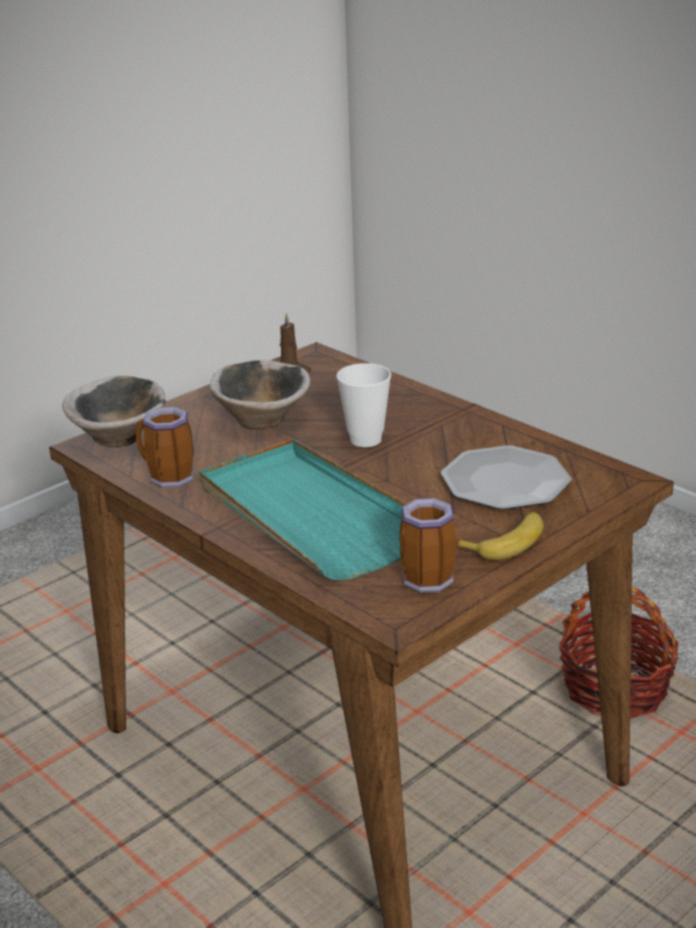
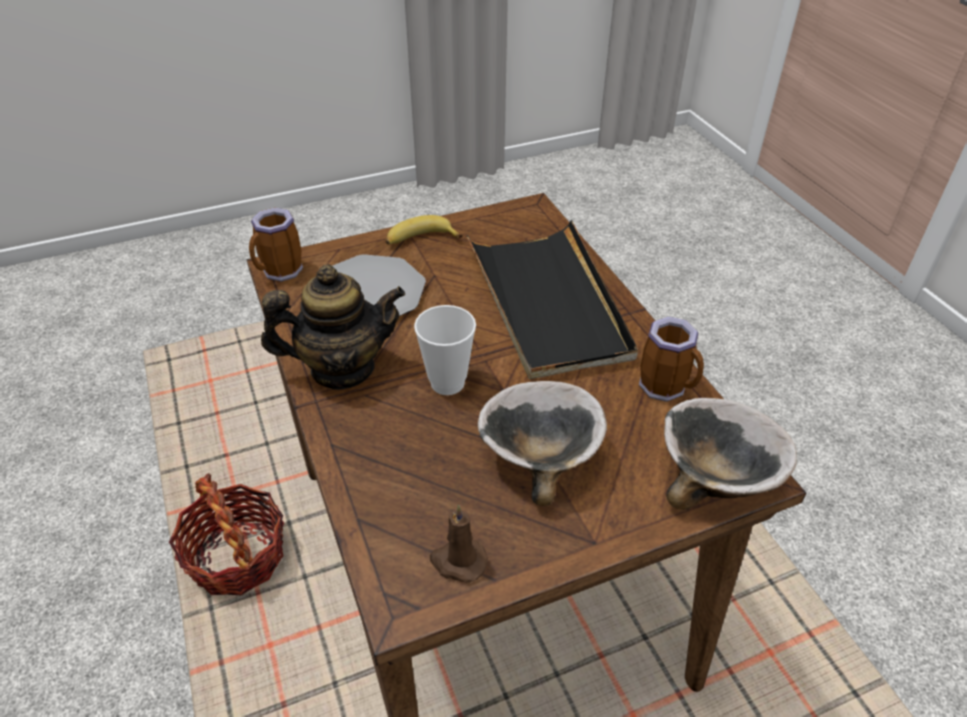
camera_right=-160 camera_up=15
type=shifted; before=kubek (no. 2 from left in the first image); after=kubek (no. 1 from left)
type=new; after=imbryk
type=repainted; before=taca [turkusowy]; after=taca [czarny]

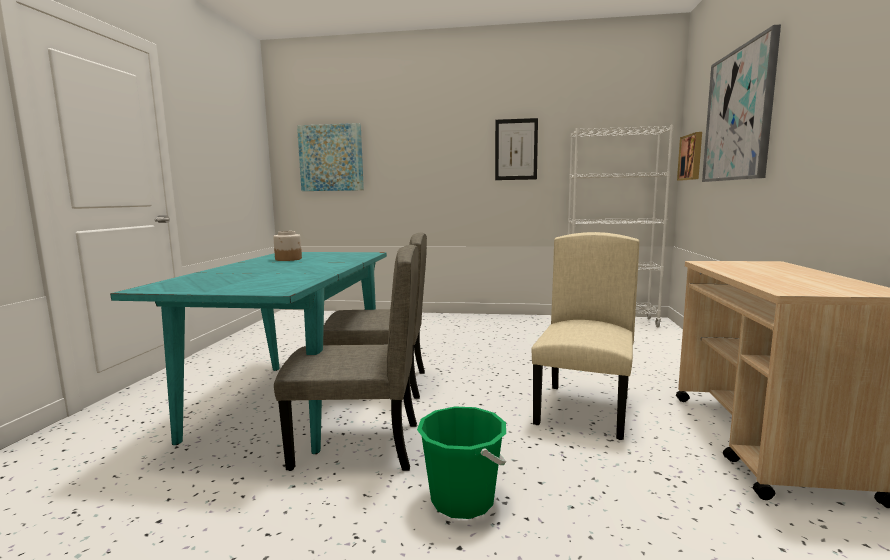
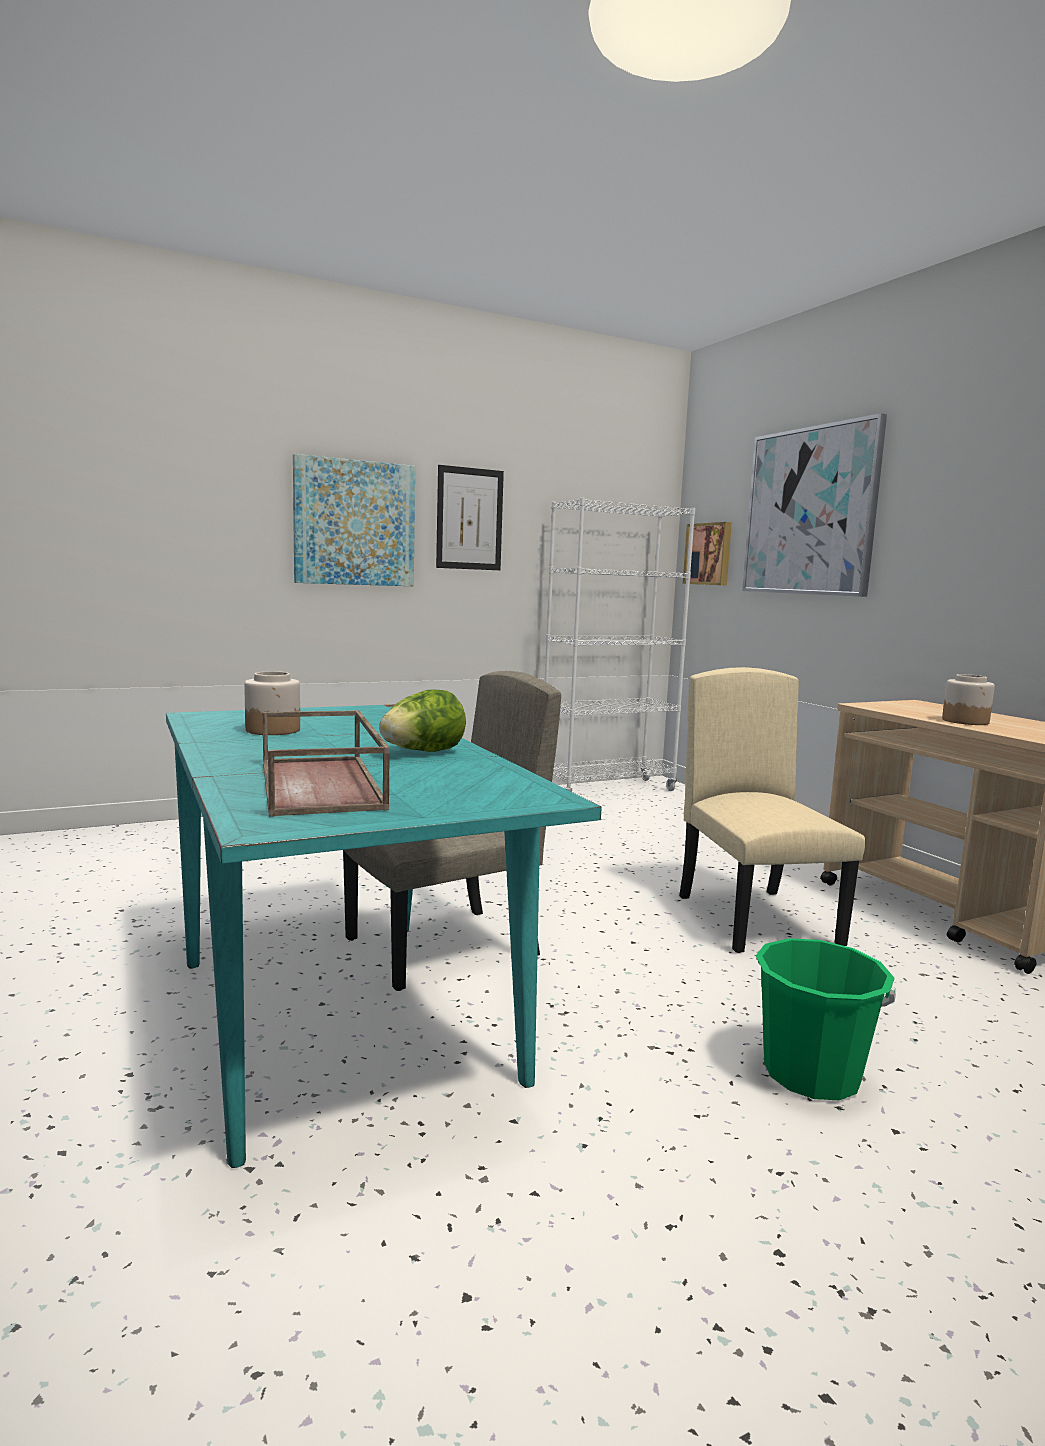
camera_right=-35 camera_up=0
type=new; after=taca [brązowy]
type=shifted; before=obraz (no. 1 from left)
type=new; after=sałata
type=new; after=słoik (no. 2 from left)
type=gone; before=krzesło [beżowy] (no. 1 from left)

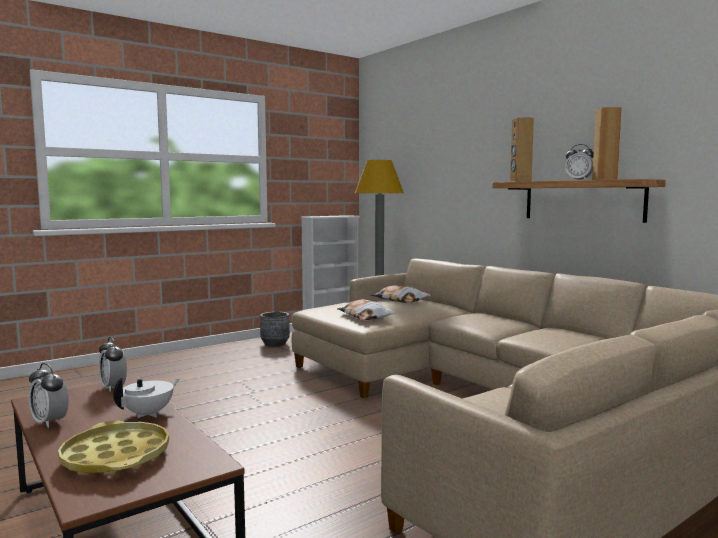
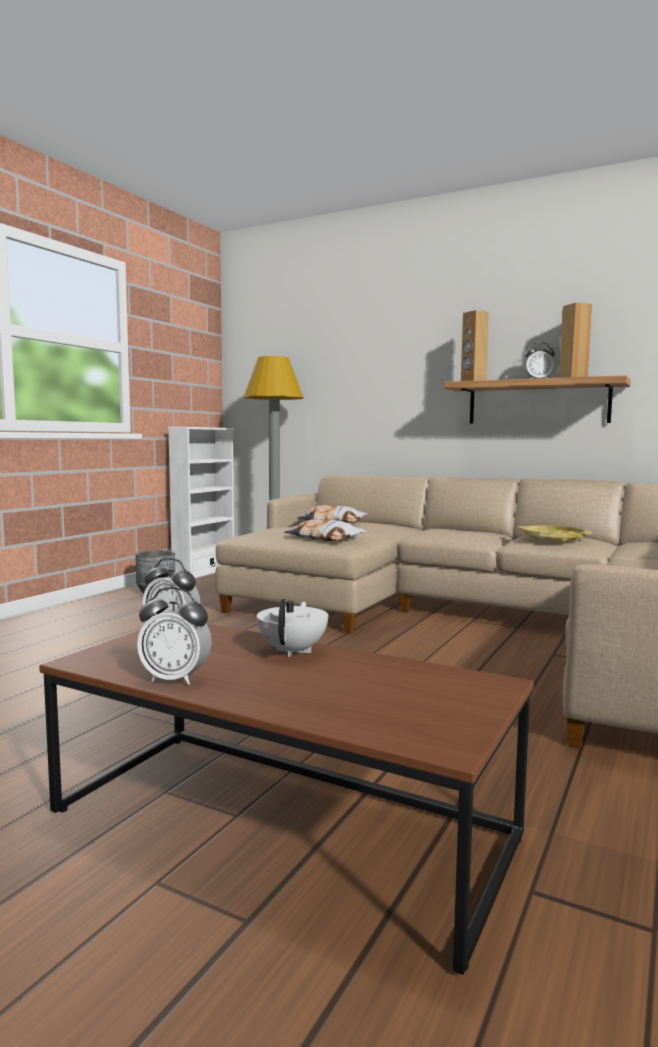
camera_right=-25 camera_up=0
type=shifted; before=taca [żółty]

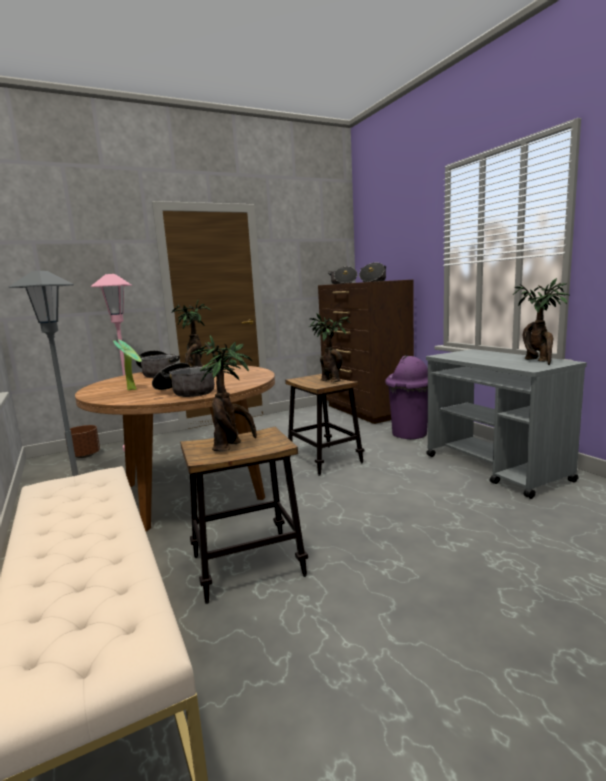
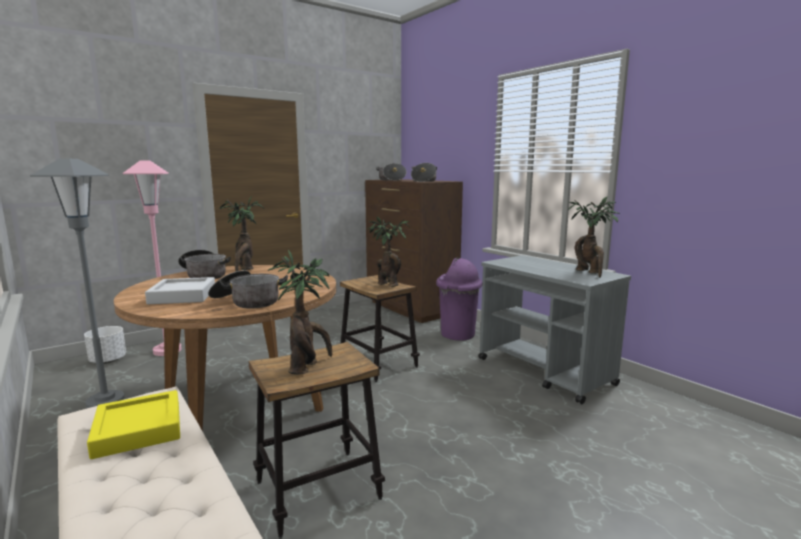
camera_right=-10 camera_up=0
type=repainted; before=donica [brązowy]; after=donica [biały]
type=new; after=taca [żółty]
type=swapped; before=roślina doniczkowa (no. 1 from left); after=taca [szary]

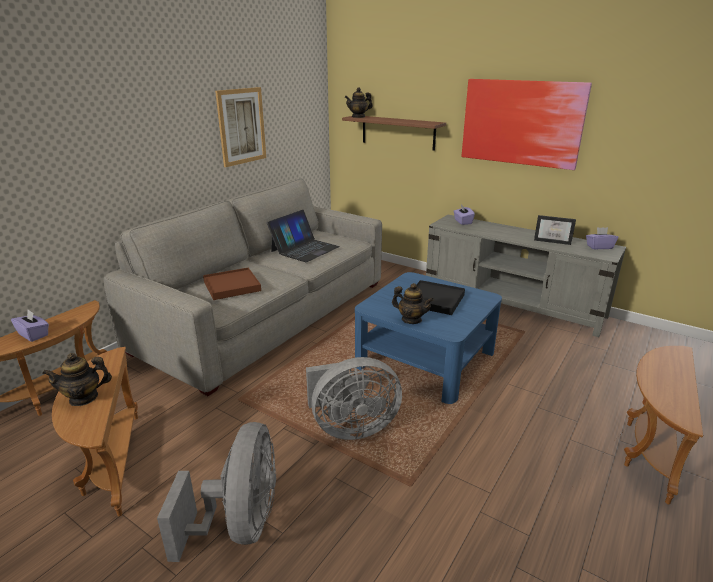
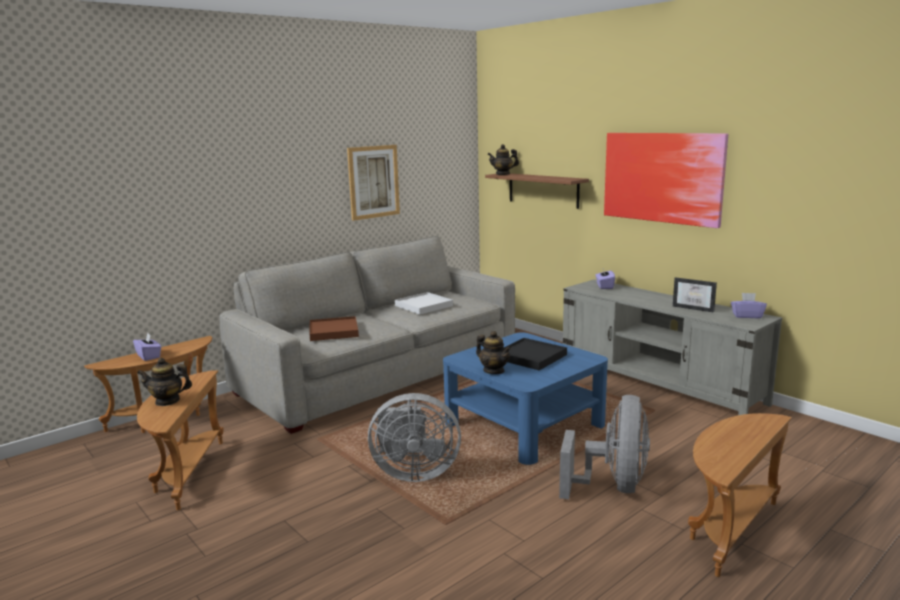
camera_right=15 camera_up=-10
type=swapped; before=laptop; after=taca [biały]
type=shifted; before=wentylator [szary] (no. 1 from left in the first image); after=wentylator [szary] (no. 2 from left)

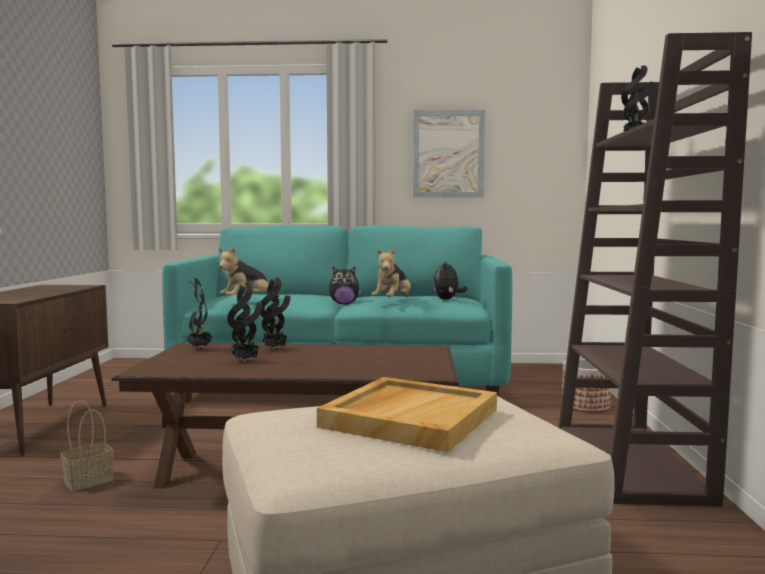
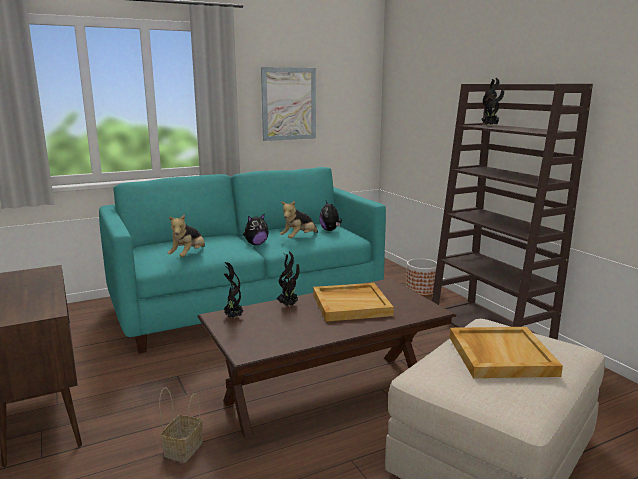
camera_right=-30 camera_up=10
type=rotated; before=pluszak (no. 3 from left); turn=45
type=new; after=taca [beżowy] (no. 1 from left)
type=gone; before=roślina doniczkowa (no. 2 from left)

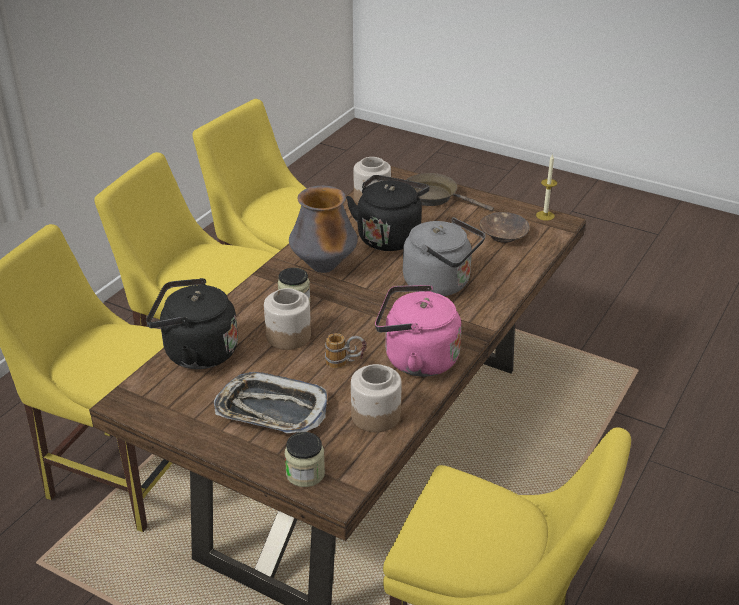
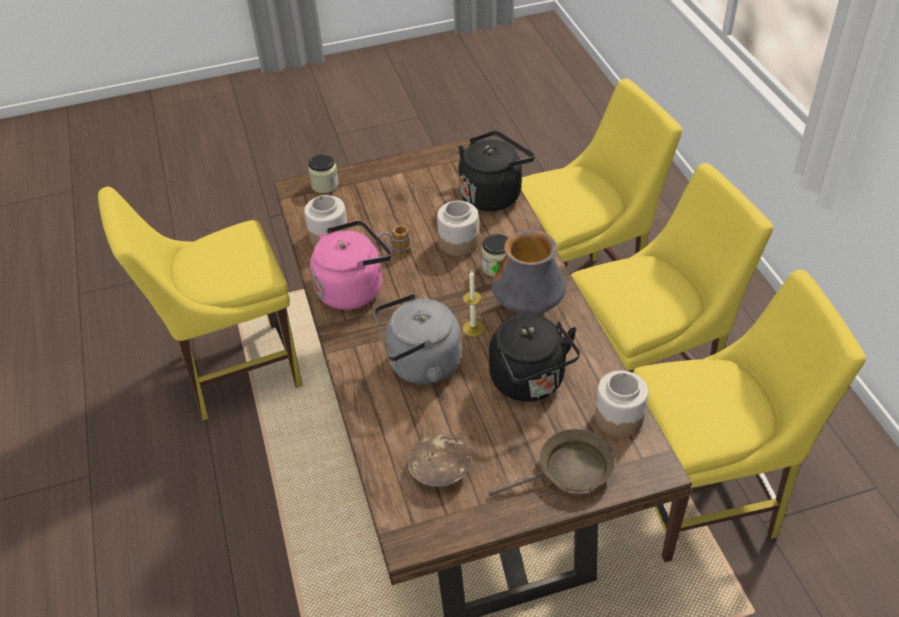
camera_right=135 camera_up=10
type=shifted; before=świeca
type=gone; before=taca

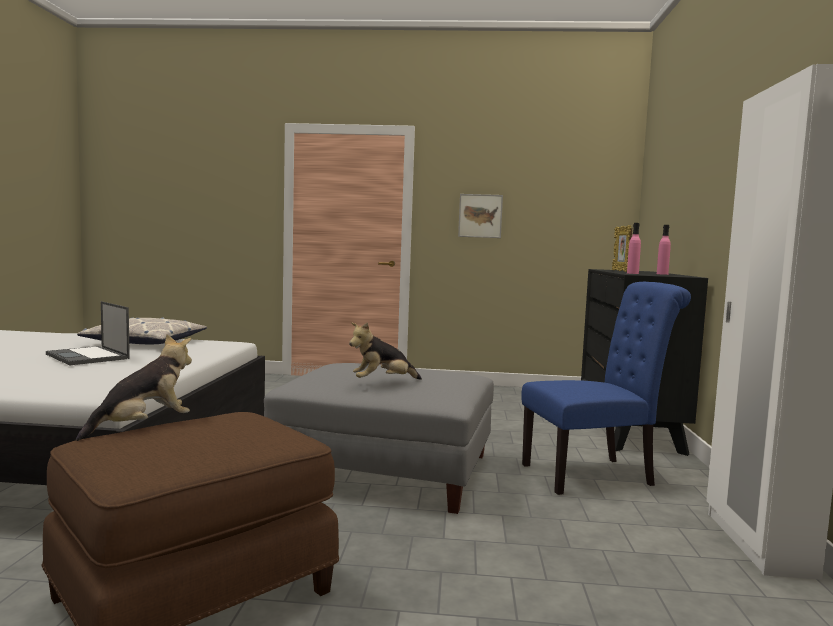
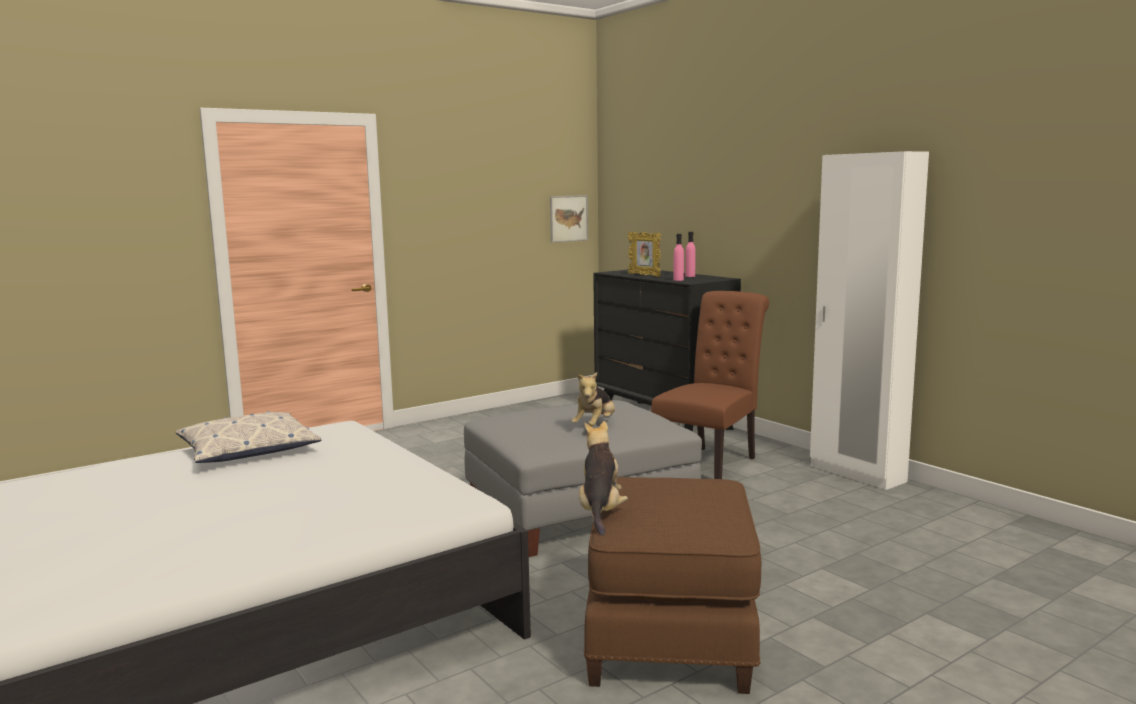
camera_right=-40 camera_up=5
type=shifted; before=obraz
type=repainted; before=krzesło [niebieski]; after=krzesło [brązowy]
type=gone; before=laptop

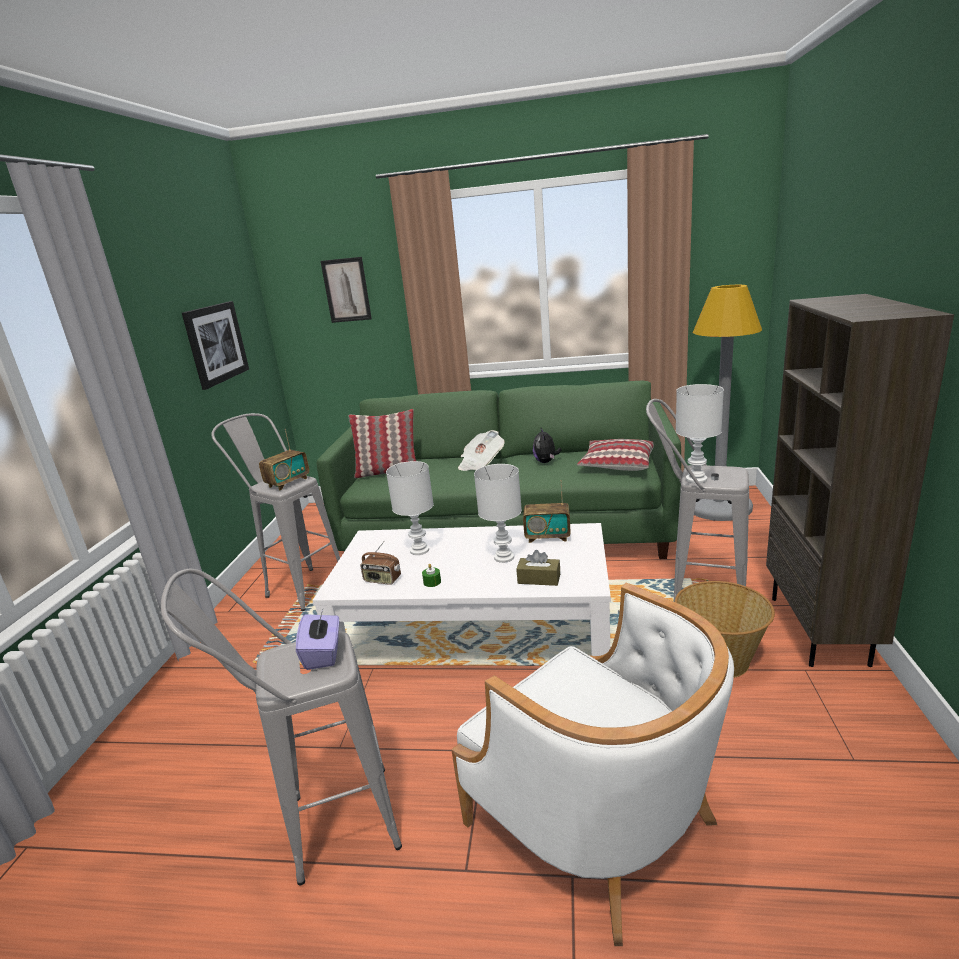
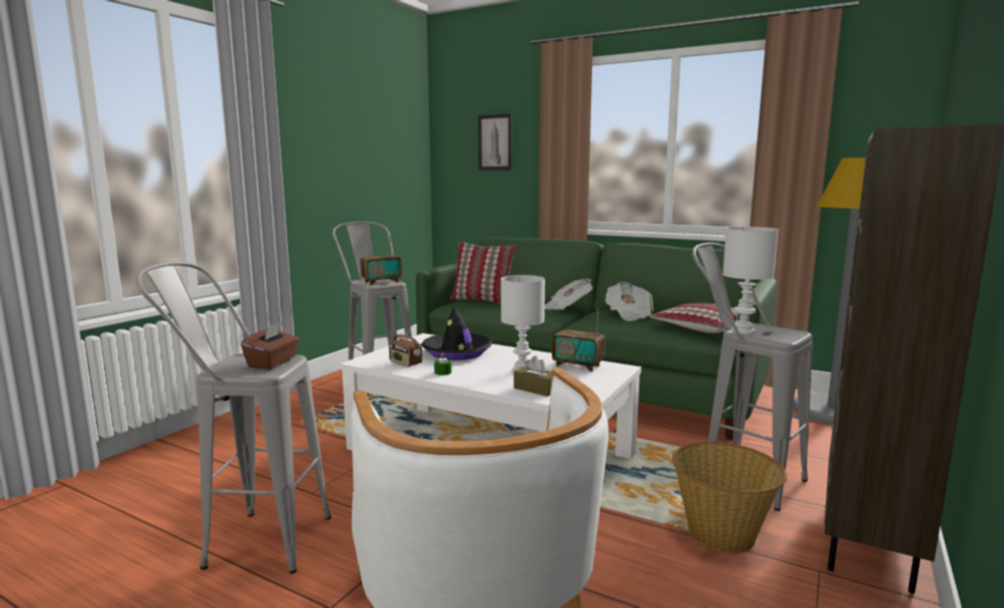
camera_right=20 camera_up=-10
type=repainted; before=pudełko chusteczek [fioletowy]; after=pudełko chusteczek [brązowy] (no. 1 from left)
type=swapped; before=lampa stołowa [biały] (no. 1 from left); after=kapelusz [czarny]
type=swapped; before=pluszak; after=gazeta (no. 2 from left)
type=gone; before=obraz (no. 1 from left)

